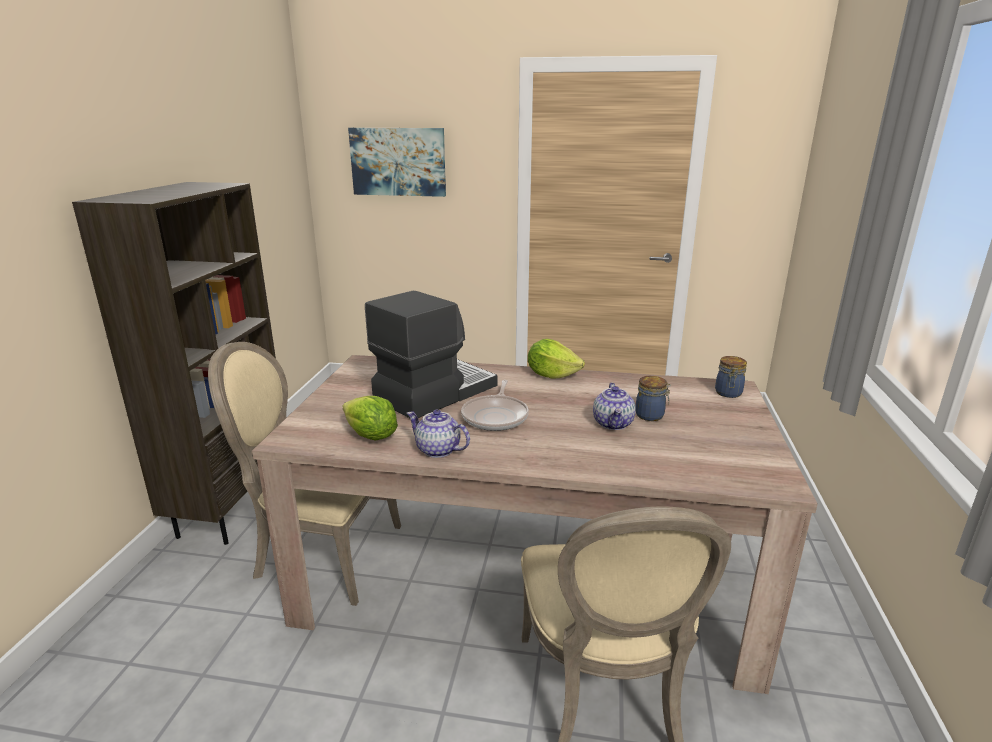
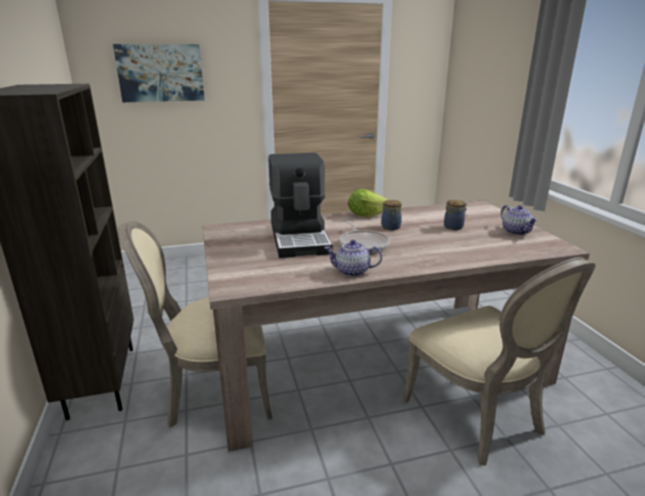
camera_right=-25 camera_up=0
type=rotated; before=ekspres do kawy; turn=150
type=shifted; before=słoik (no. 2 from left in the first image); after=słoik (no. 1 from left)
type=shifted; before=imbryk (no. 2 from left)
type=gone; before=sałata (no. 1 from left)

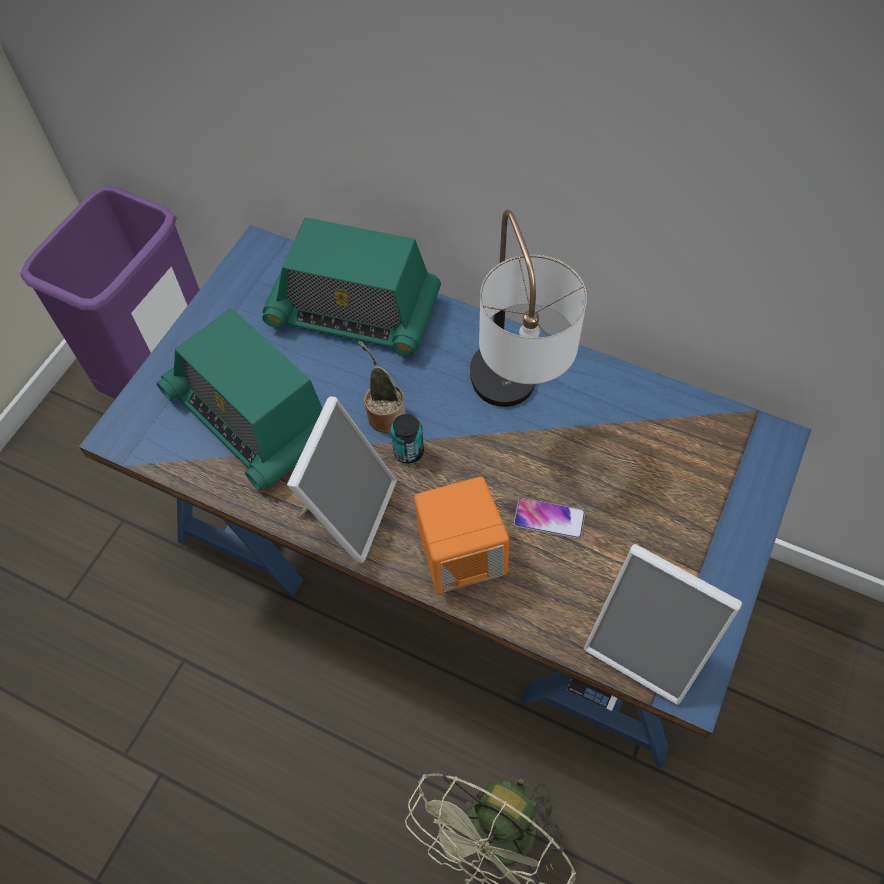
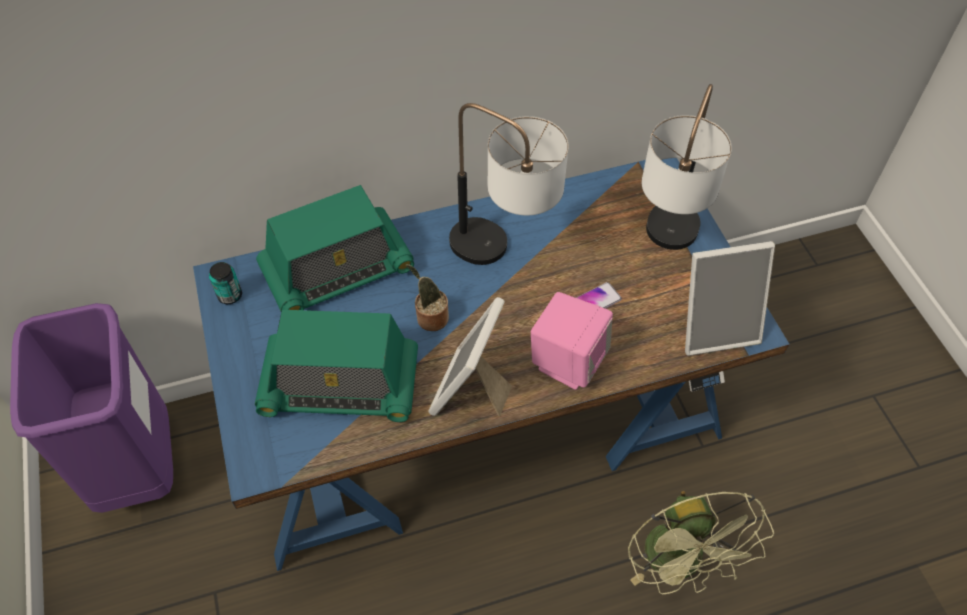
camera_right=-45 camera_up=-5
type=shifted; before=puszka
type=rotated; before=ramka na zdjęcie (no. 1 from left); turn=-135
type=repainted; before=głośnik [pomarańczowy]; after=głośnik [różowy]
type=new; after=lampa stołowa (no. 2 from left)

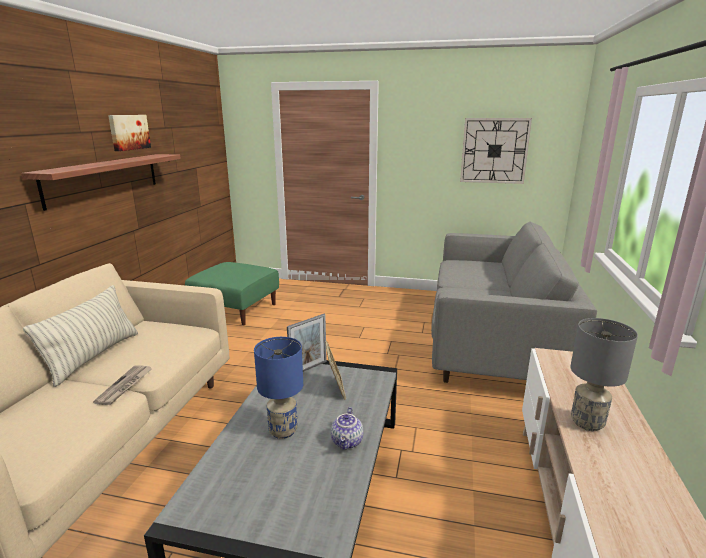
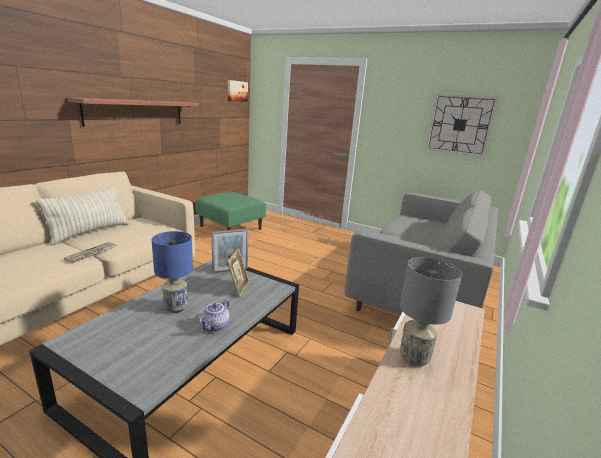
camera_right=15 camera_up=0
type=shifted; before=obraz

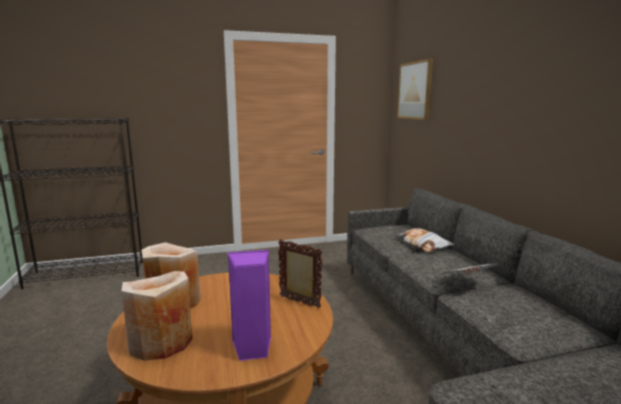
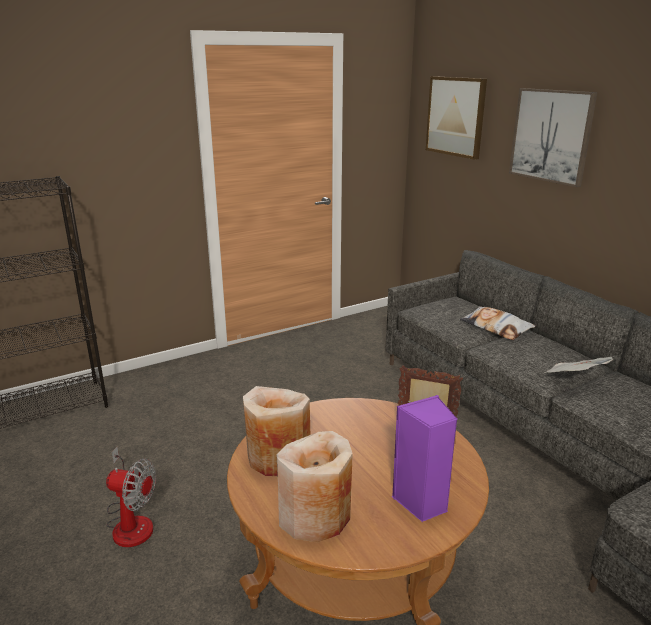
camera_right=-15 camera_up=10
type=new; after=wentylator
type=new; after=obraz (no. 2 from left)

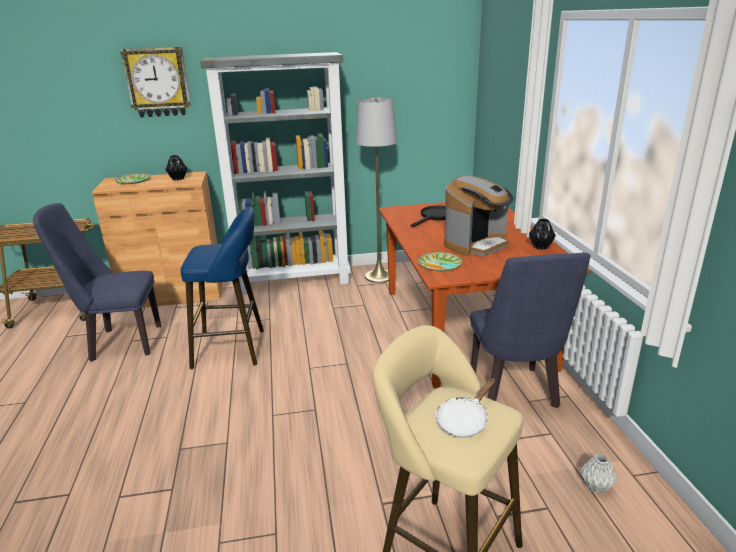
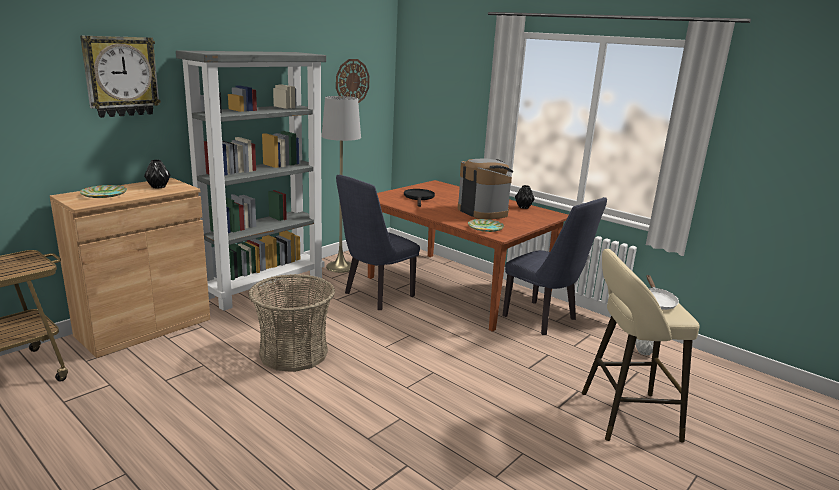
camera_right=-40 camera_up=-5
type=swapped; before=stołek [niebieski]; after=koszyk
type=new; after=zegar ścienny (no. 2 from left)
type=shifted; before=krzesło [niebieski] (no. 1 from left)
type=rotated; before=ekspres do kawy; turn=-45

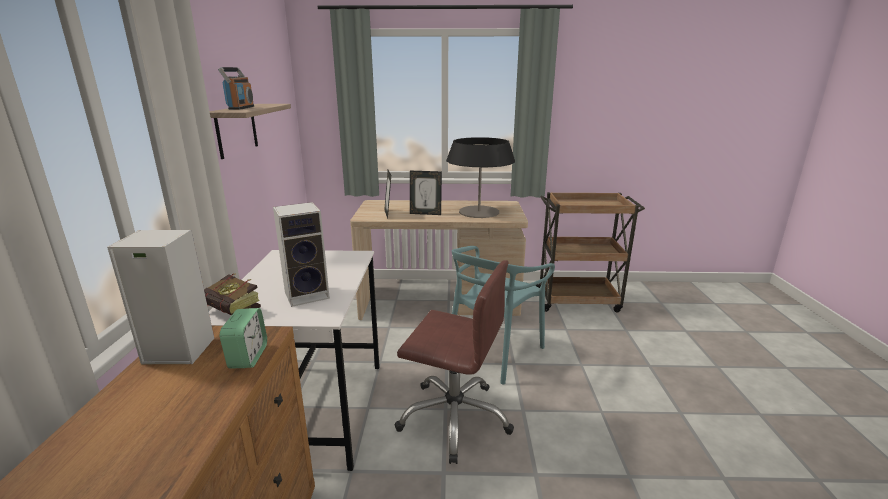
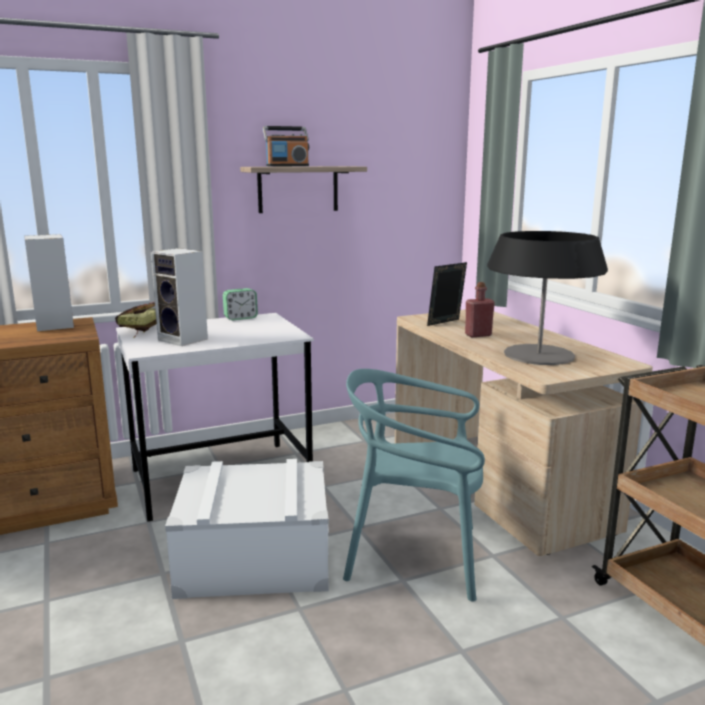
camera_right=65 camera_up=-5
type=swapped; before=krzesło biurowe [brązowy]; after=pojemnik do przechowywania [biały]
type=shifted; before=budzik
type=swapped; before=ramka na zdjęcie (no. 2 from left); after=butelka [czerwony]

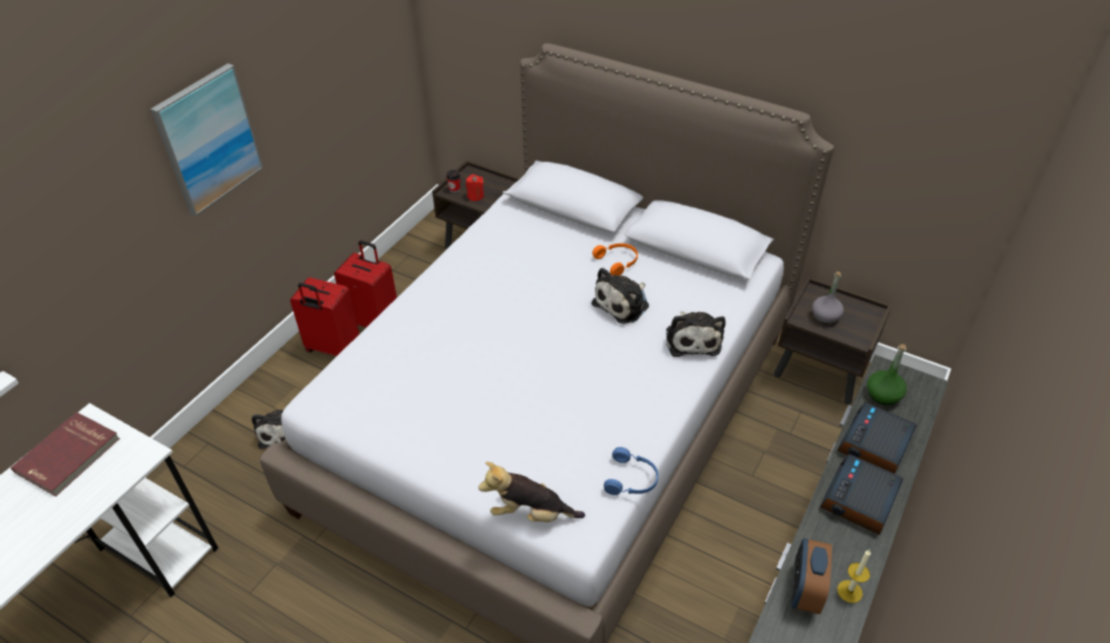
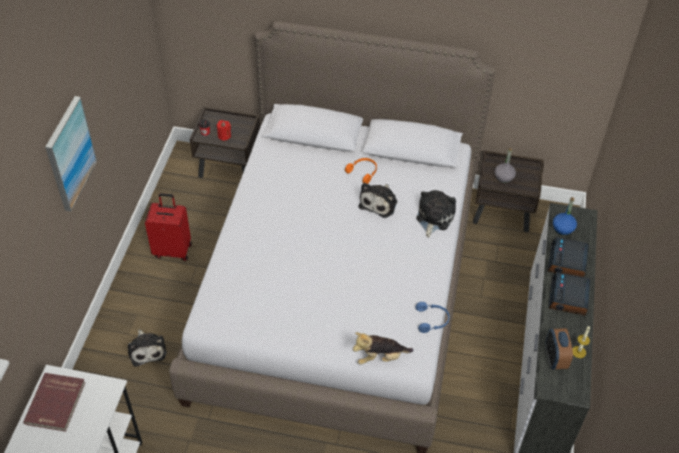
camera_right=-20 camera_up=5
type=rotated; before=pluszak (no. 4 from left); turn=-135
type=repainted; before=butelka [zielony]; after=butelka [niebieski]
type=gone; before=walizka [czerwony] (no. 1 from left)

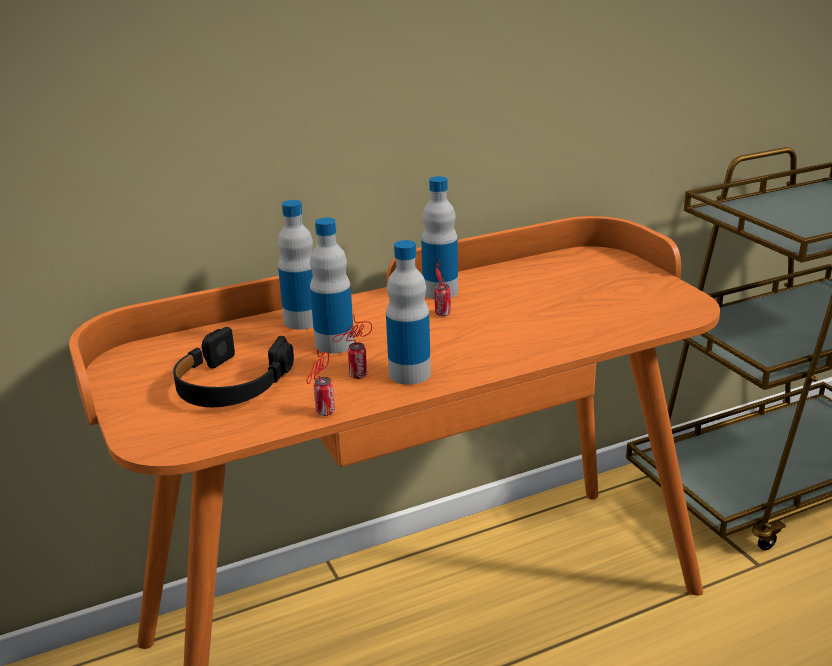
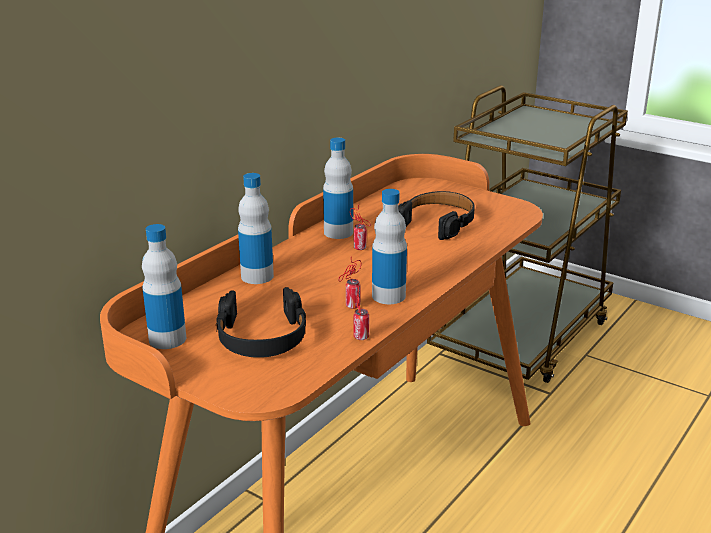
camera_right=-30 camera_up=0
type=shifted; before=butelka (no. 2 from left in the first image); after=butelka (no. 1 from left)
type=new; after=słuchawki [czarny] (no. 2 from left)

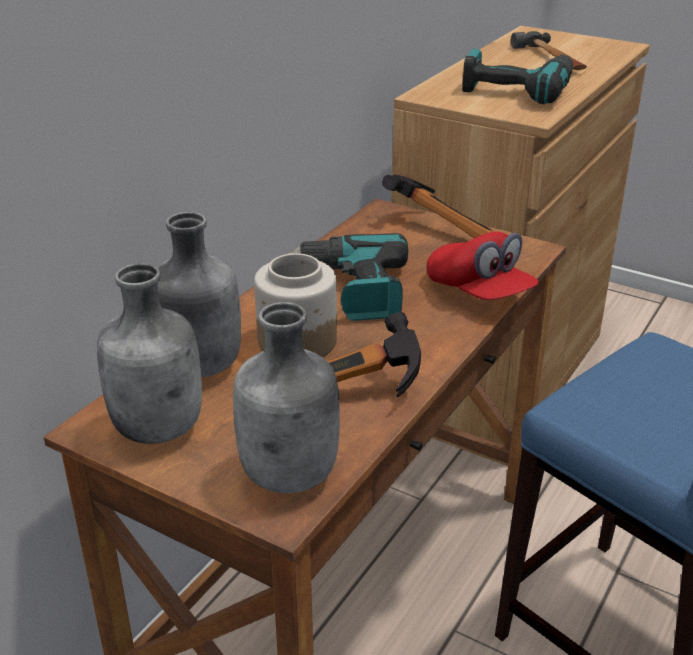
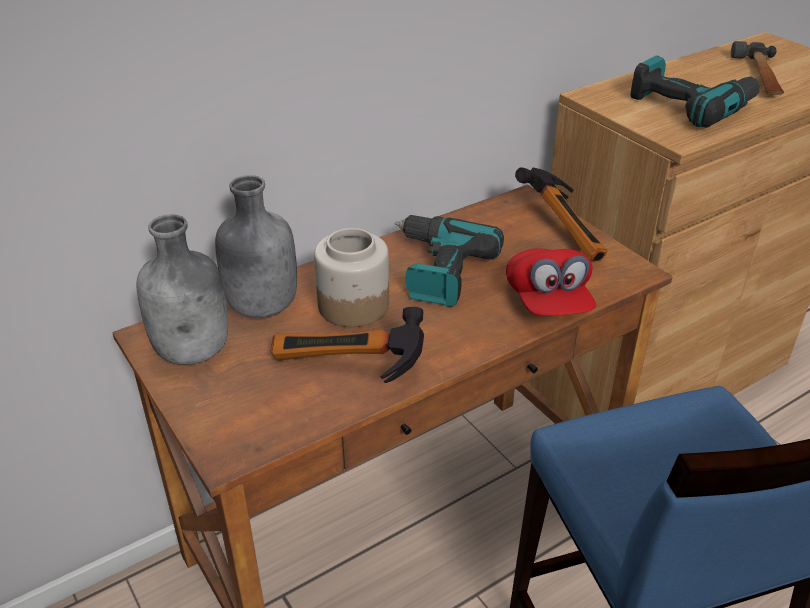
camera_right=25 camera_up=5
type=gone; before=butelka [szary] (no. 3 from left)

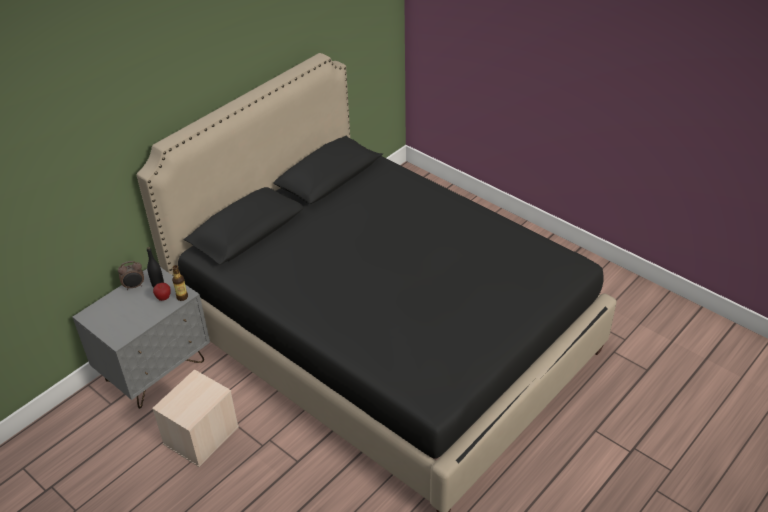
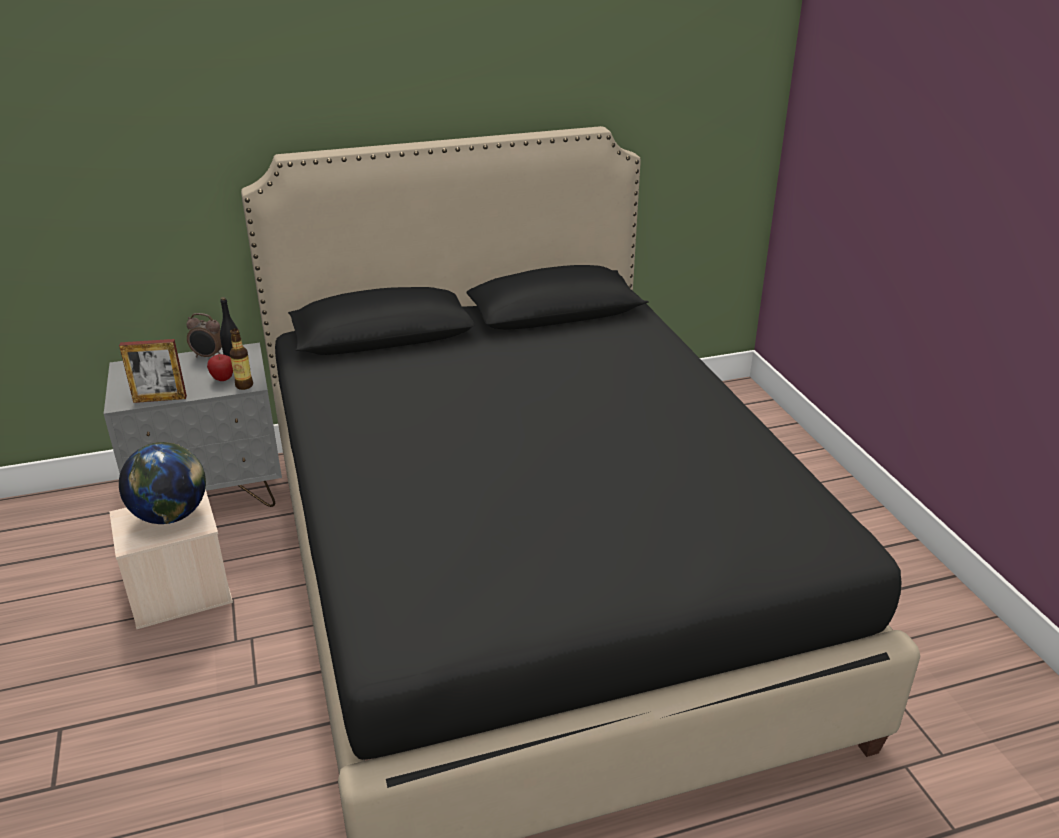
camera_right=30 camera_up=-10
type=new; after=ramka na zdjęcie
type=new; after=globus

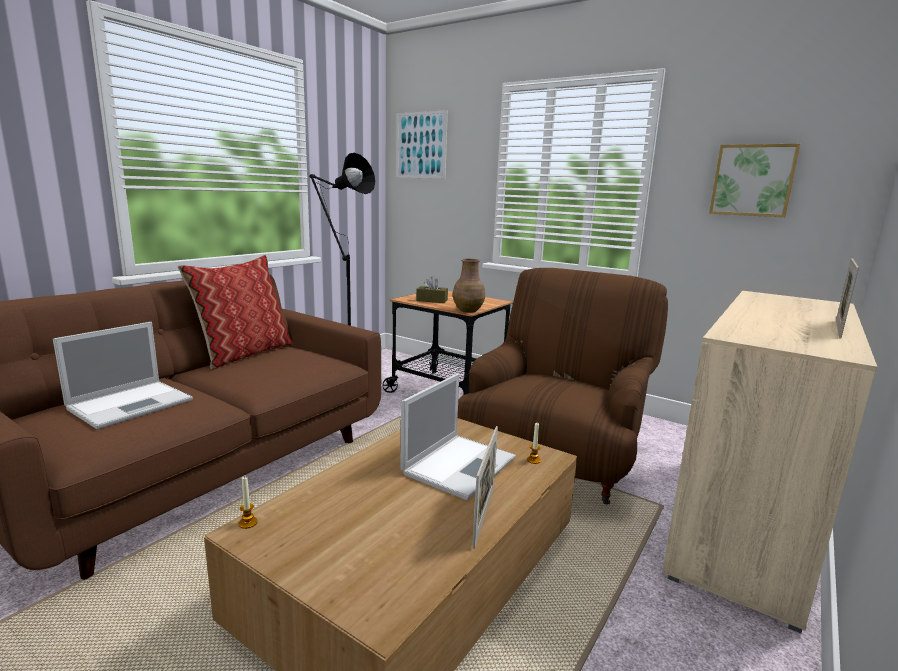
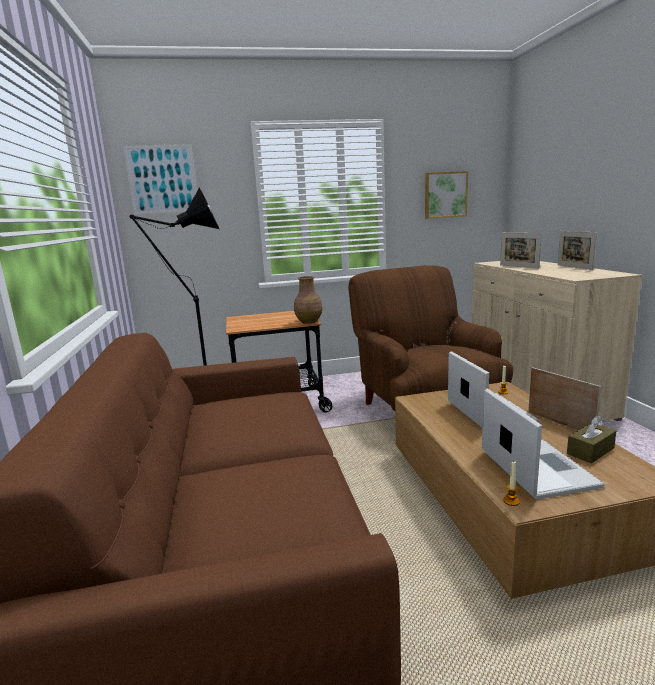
camera_right=-45 camera_up=0
type=shifted; before=laptop (no. 1 from left in the first image); after=laptop (no. 2 from left)
type=new; after=ramka na zdjęcie (no. 1 from left)
type=shifted; before=pudełko chusteczek [brązowy]
type=gone; before=poduszka

